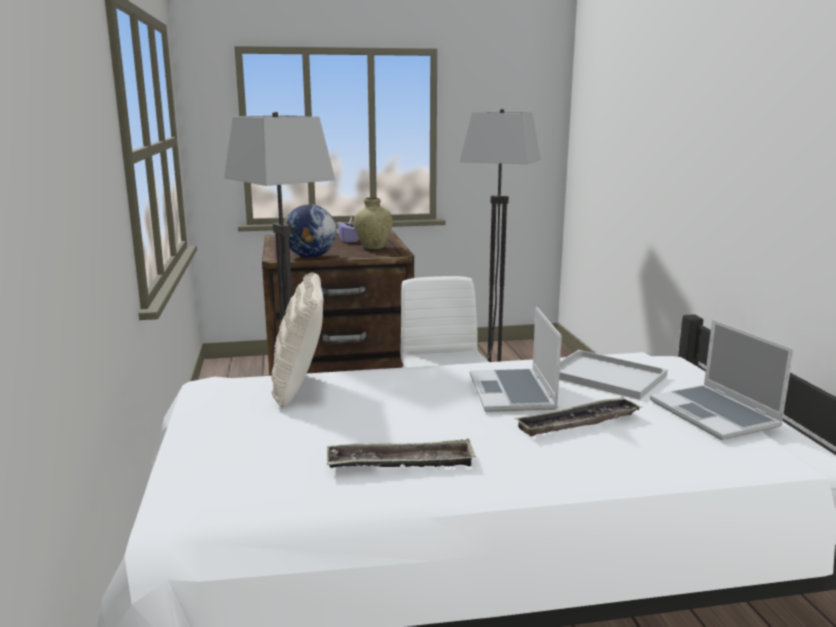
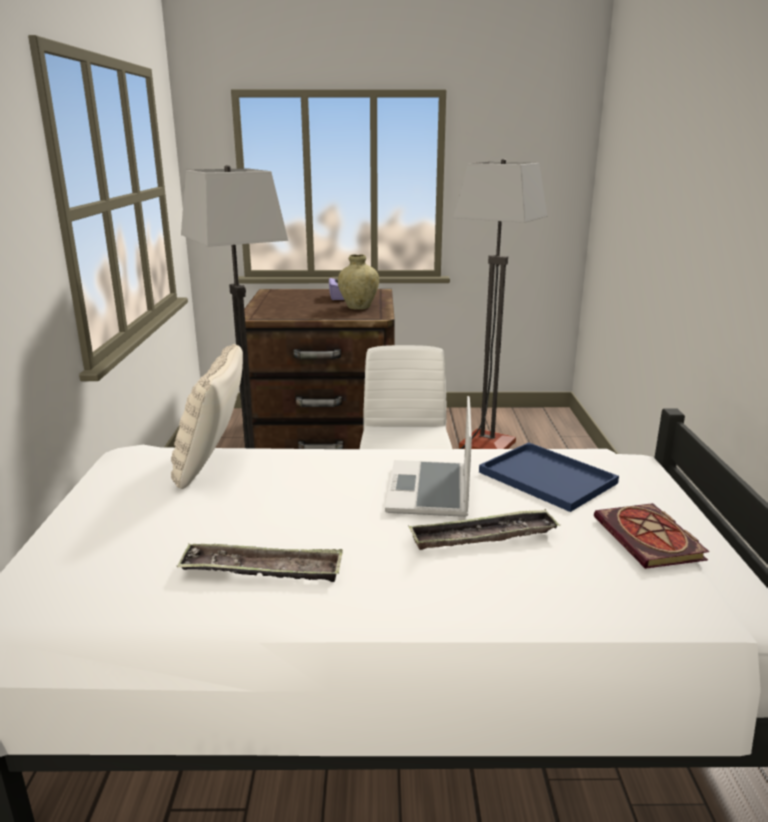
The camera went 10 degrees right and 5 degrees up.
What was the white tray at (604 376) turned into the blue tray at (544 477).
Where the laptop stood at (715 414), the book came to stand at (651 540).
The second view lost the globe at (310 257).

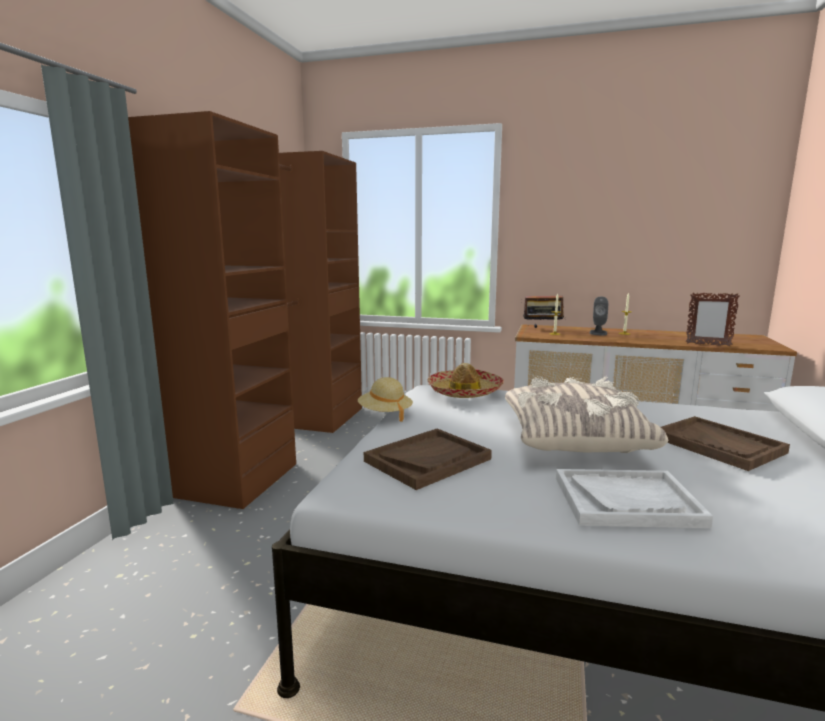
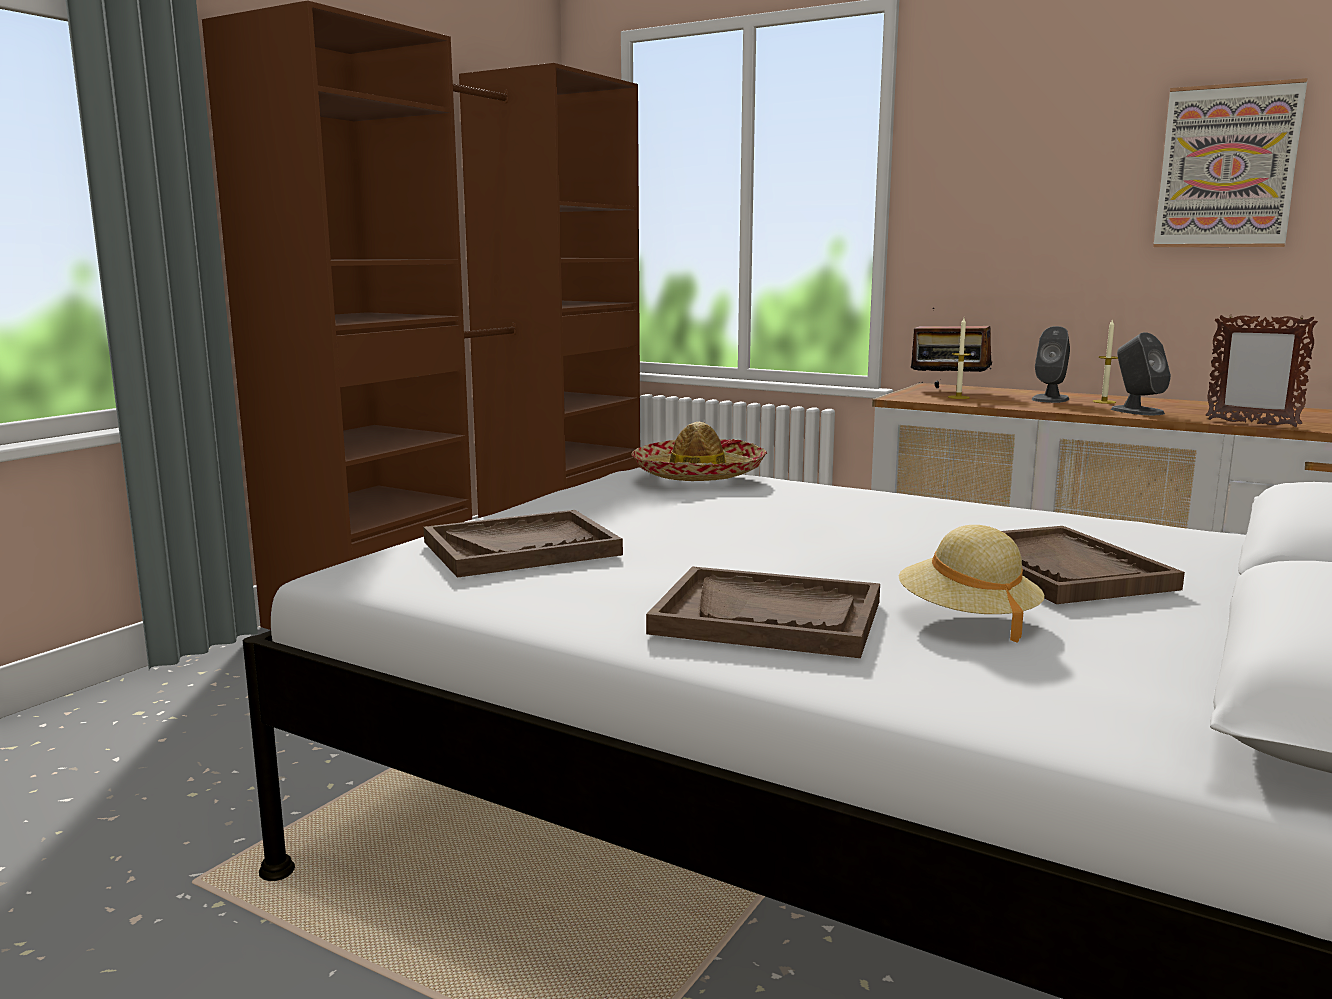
The camera went 15 degrees right and 0 degrees up.
What was the white tray at (626 501) turned into the brown tray at (768 617).
The beige hat ended up elsewhere, having gone from (385 414) to (967 619).
The second view gained the grey speaker at (1136 411).
The second view gained the picture at (1227 167).
The second view lost the beige pillow at (574 441).

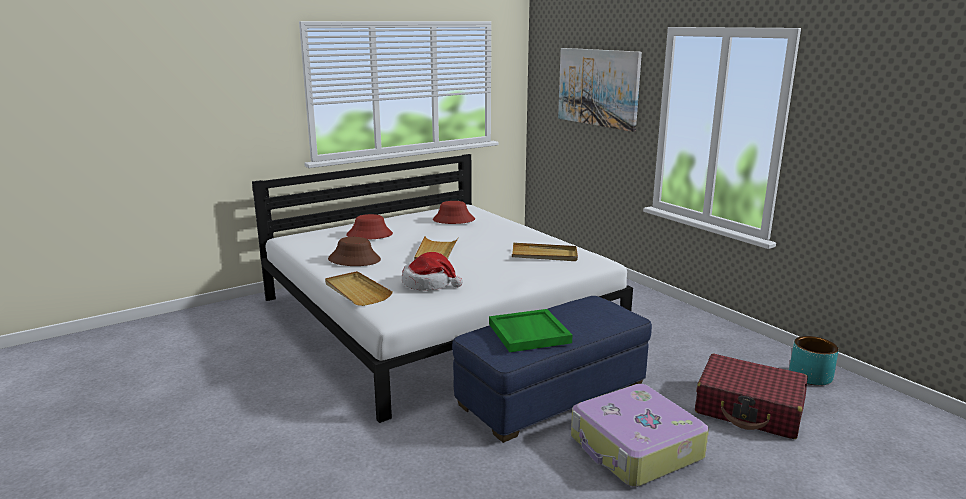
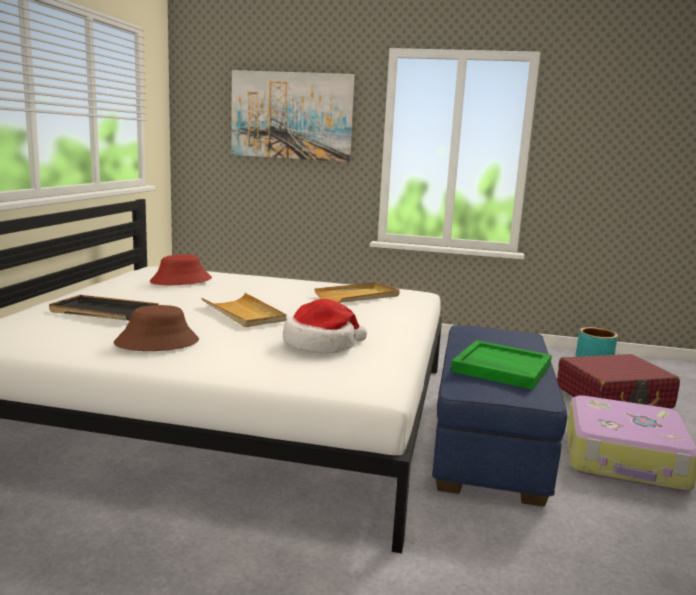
The camera went 45 degrees left and 5 degrees down.
Where the red hat stood at (369 235), the black tray came to stand at (103 312).
The second view lost the beige tray at (356 291).

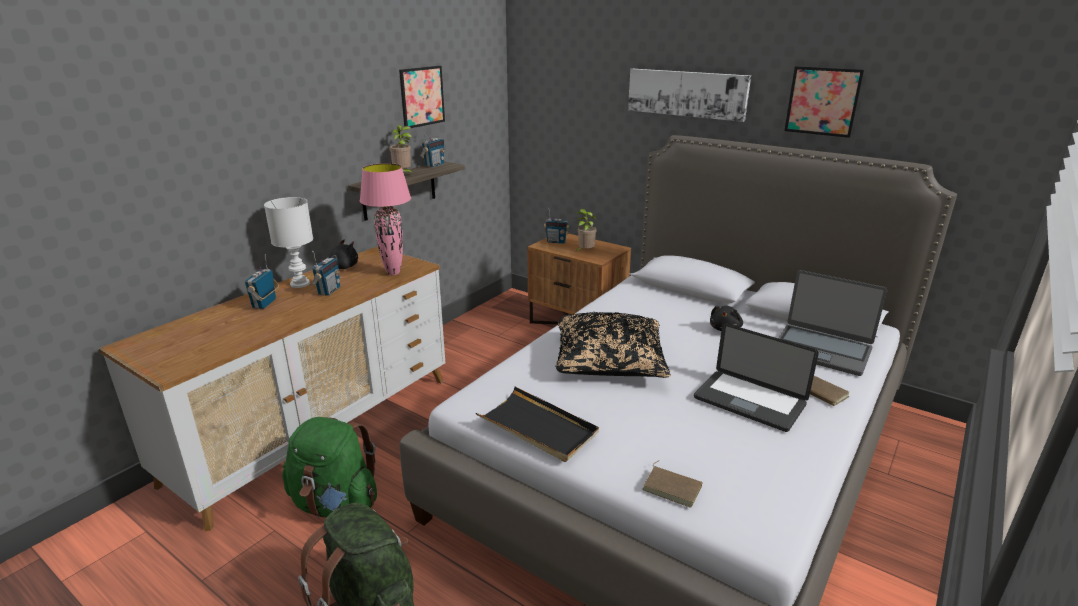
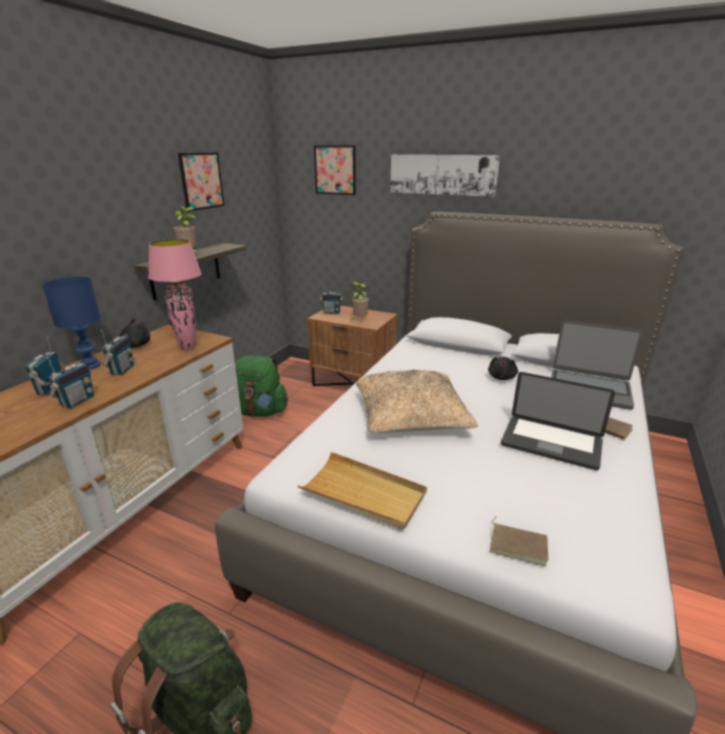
The camera went 10 degrees left and 0 degrees up.
What was the white table lamp at (301 284) turned into the blue table lamp at (91 365).
The radio ended up elsewhere, having gone from (434 165) to (77 401).
The green backpack ended up elsewhere, having gone from (336 504) to (259 411).
What was the black tray at (538 427) turned into the beige tray at (363 493).
The picture ended up elsewhere, having gone from (822 101) to (335 170).
What was the black pillow at (609 360) turned into the beige pillow at (411 415).

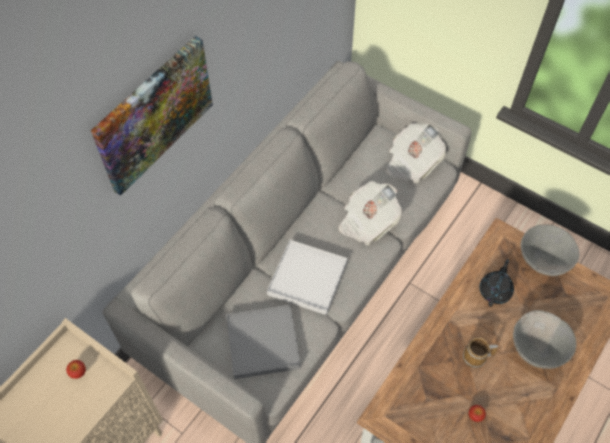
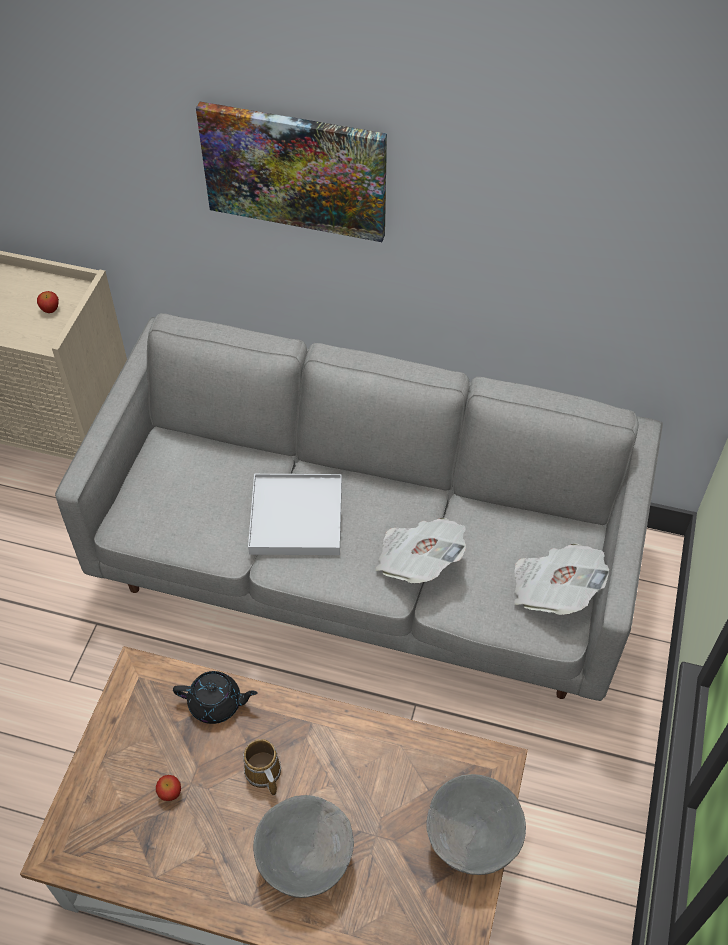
The camera went 70 degrees right and 5 degrees down.
The black teapot ended up elsewhere, having gone from (495 290) to (216 703).
The second view lost the grey tray at (263 343).

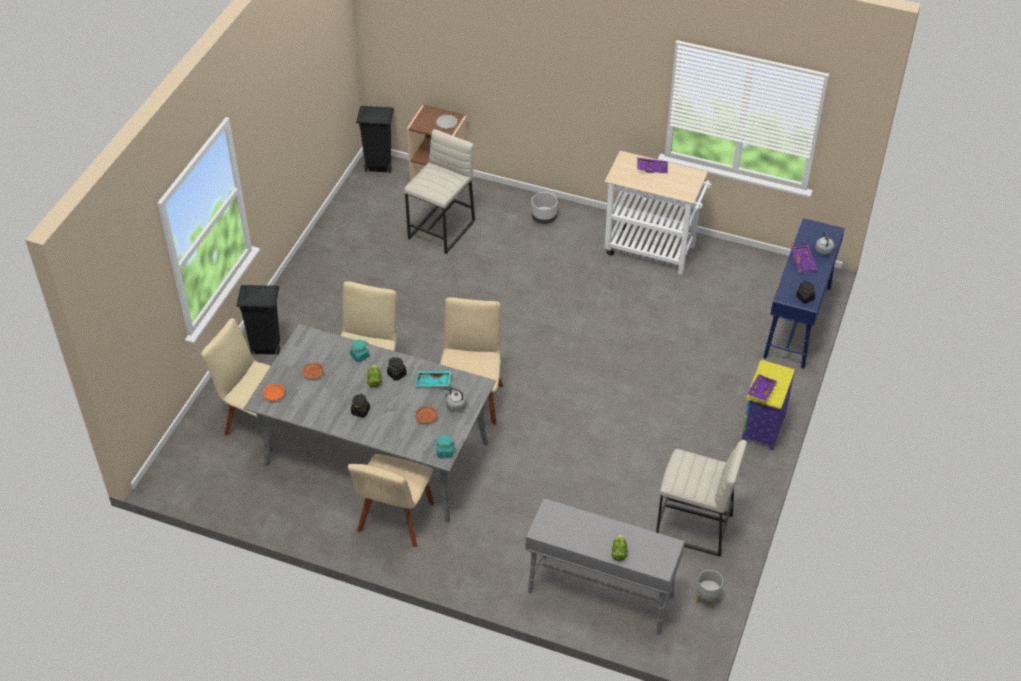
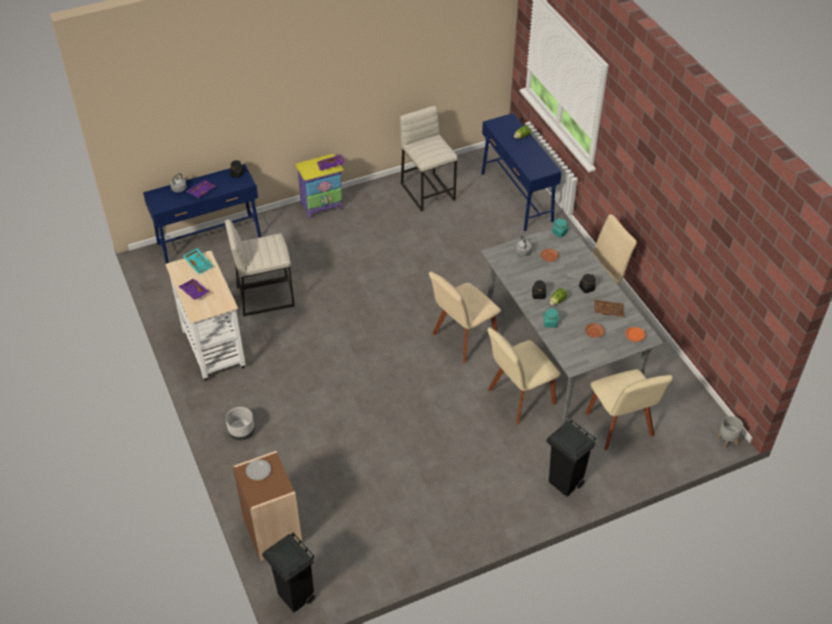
The camera went 135 degrees left and 0 degrees up.
The turquoise tray ended up elsewhere, having gone from (433 382) to (199 264).
The beige stool ended up elsewhere, having gone from (441 229) to (265 296).
What was the grey console table at (600 594) turned into the blue console table at (516 197).
The second view gained the brown tray at (608 310).
The grey planter ended up elsewhere, having gone from (707 599) to (727 440).

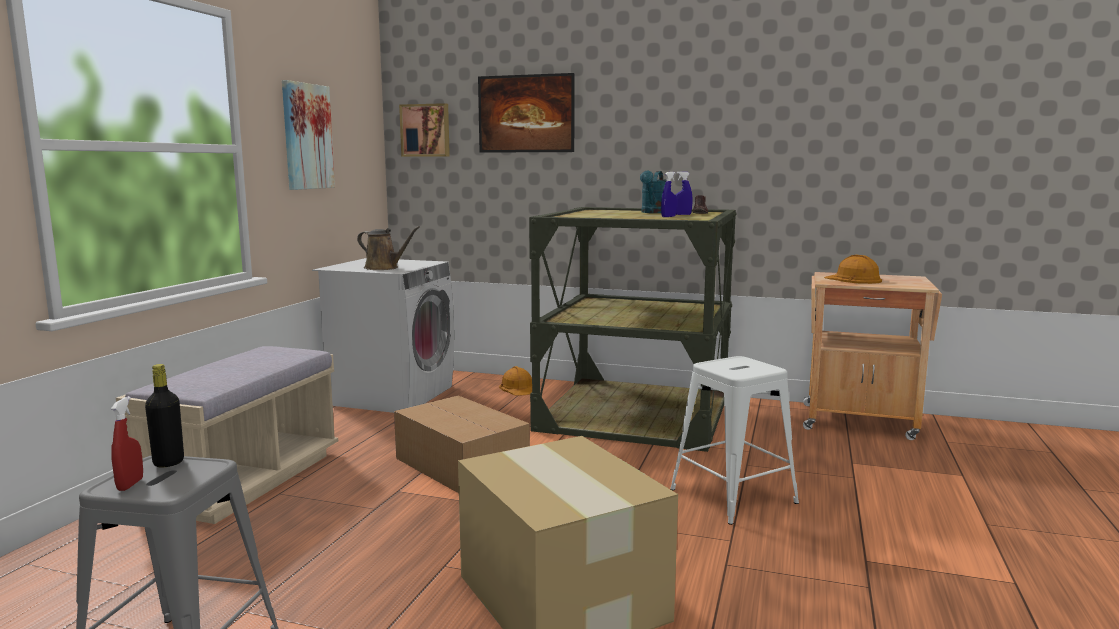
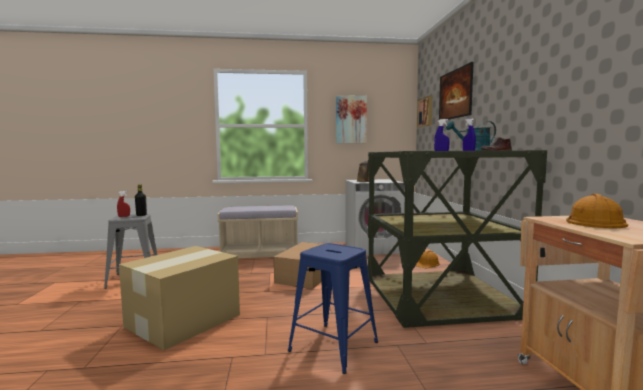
The camera went 65 degrees right and 5 degrees down.
What was the white stool at (733 496) turned into the blue stool at (334 346).

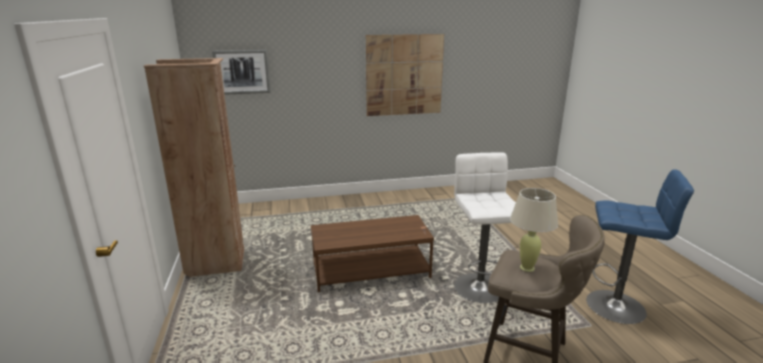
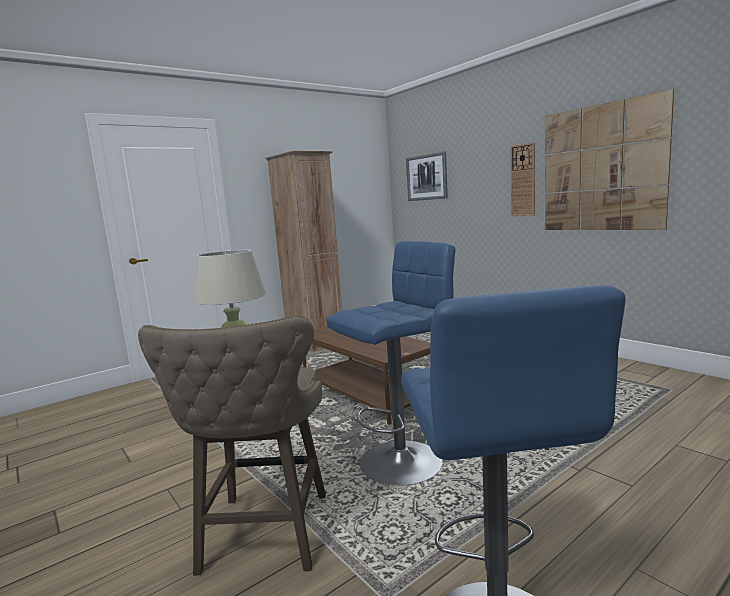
The camera went 65 degrees right and 10 degrees down.
What was the white stool at (480 287) turned into the blue stool at (402 462).
The second view gained the wall clock at (523 180).

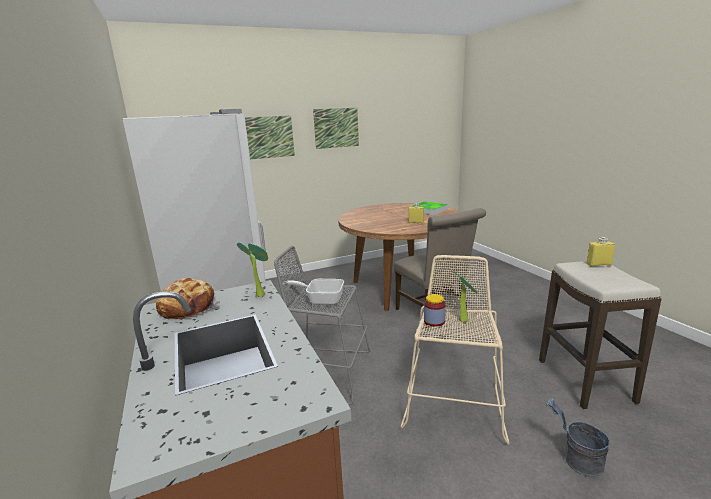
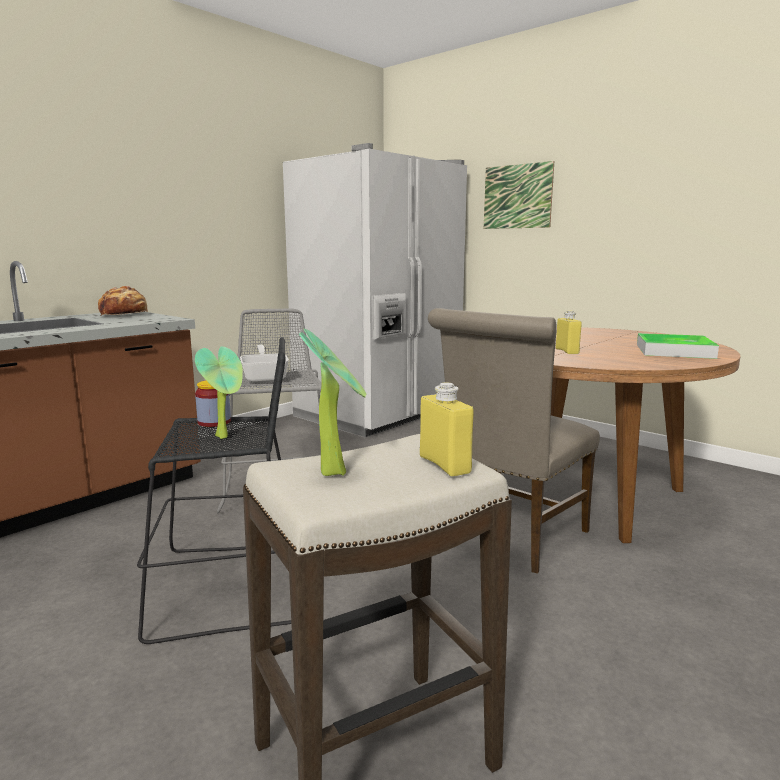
The camera went 65 degrees right and 5 degrees down.
What was the beige stool at (454 408) turned into the black stool at (226 587).
The potted plant ended up elsewhere, having gone from (260 294) to (336 471).
The second view lost the picture at (336 128).
The second view lost the grey bucket at (576 459).

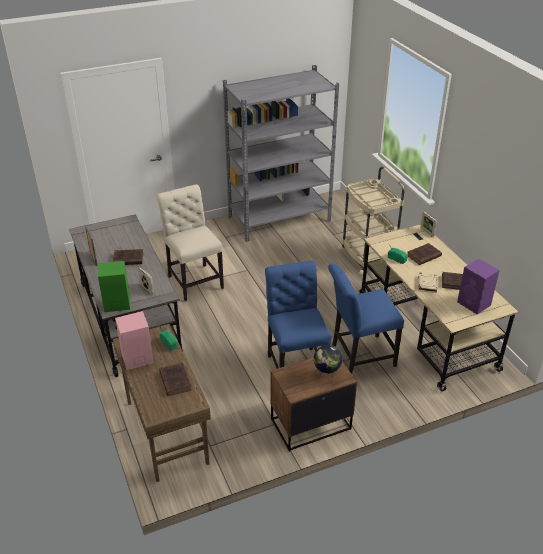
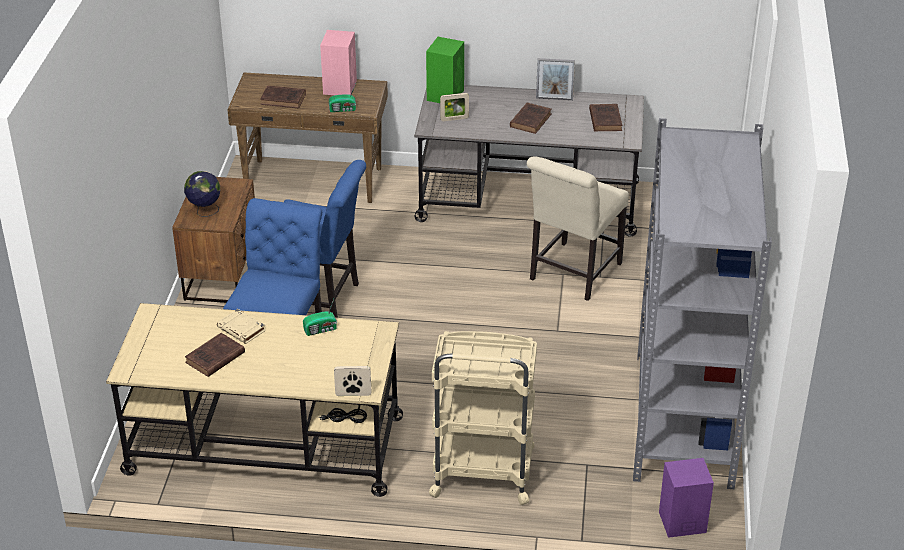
The camera went 120 degrees right and 0 degrees up.
The beige chair at (194 280) ended up facing another way, 120 degrees clockwise from before.
The brown book ended up elsewhere, having gone from (423 256) to (605 119).
The purple speaker ended up elsewhere, having gone from (474 304) to (681 522).

